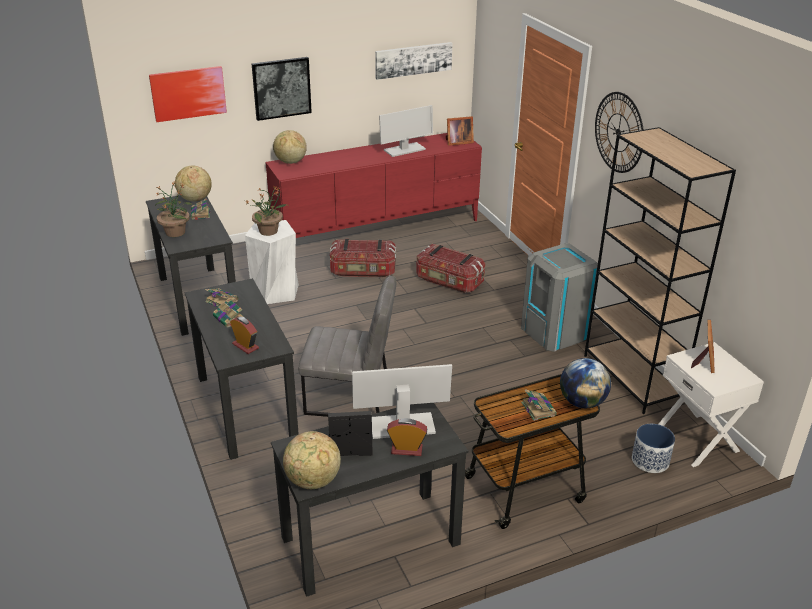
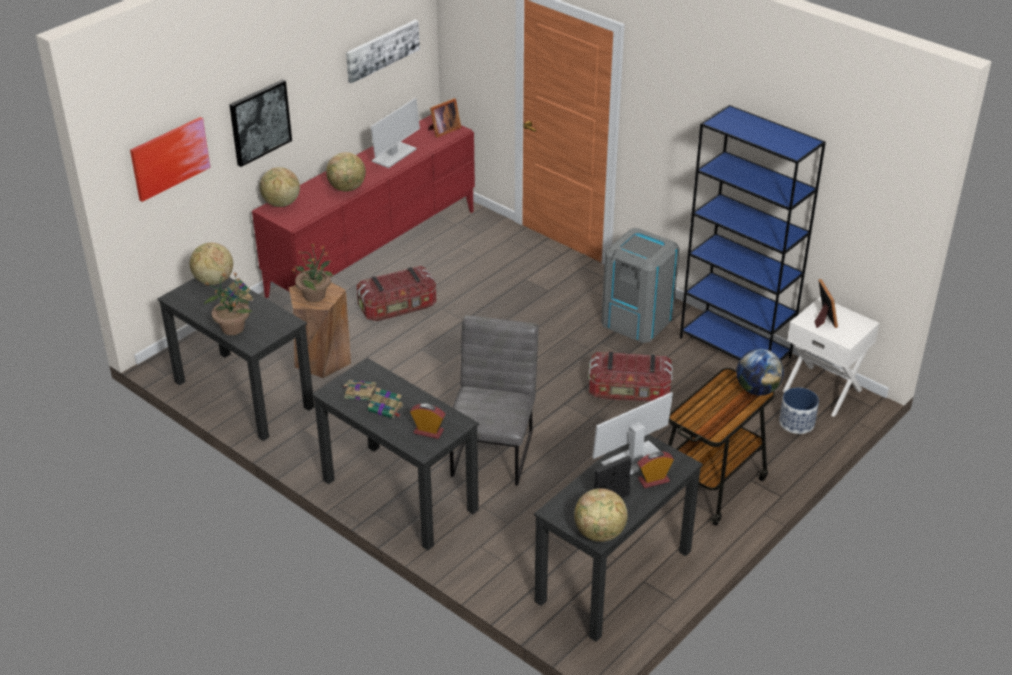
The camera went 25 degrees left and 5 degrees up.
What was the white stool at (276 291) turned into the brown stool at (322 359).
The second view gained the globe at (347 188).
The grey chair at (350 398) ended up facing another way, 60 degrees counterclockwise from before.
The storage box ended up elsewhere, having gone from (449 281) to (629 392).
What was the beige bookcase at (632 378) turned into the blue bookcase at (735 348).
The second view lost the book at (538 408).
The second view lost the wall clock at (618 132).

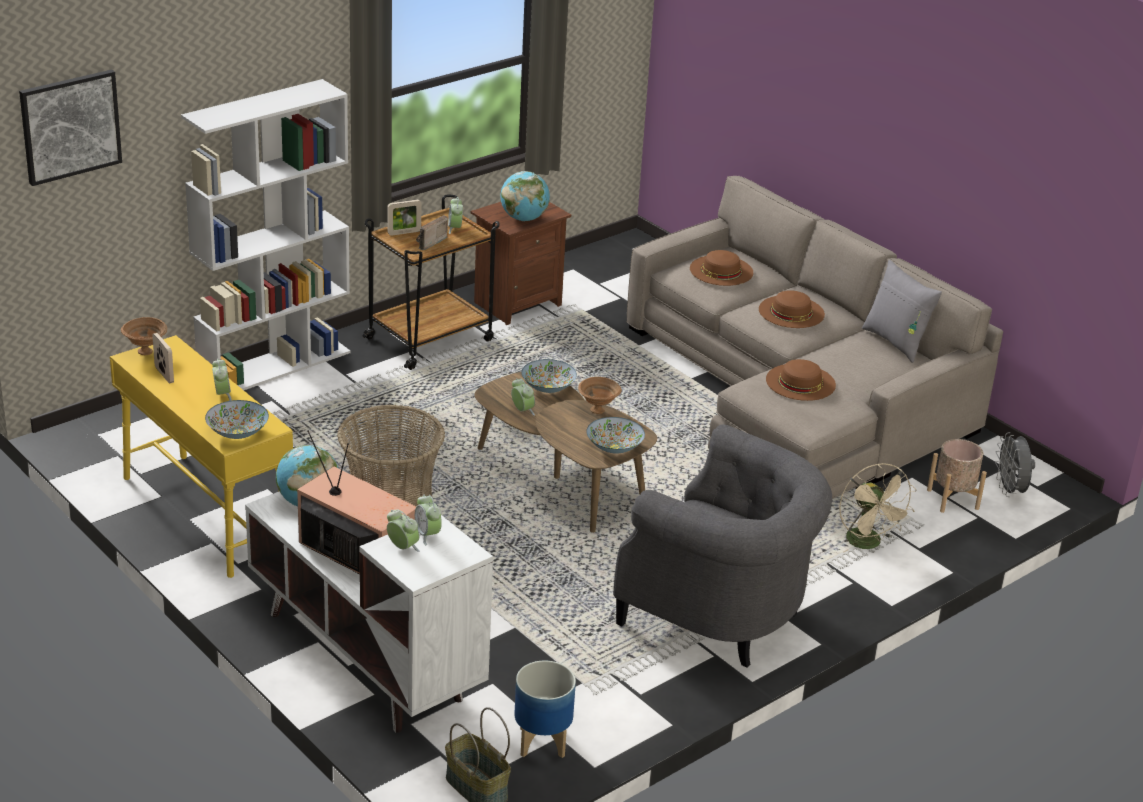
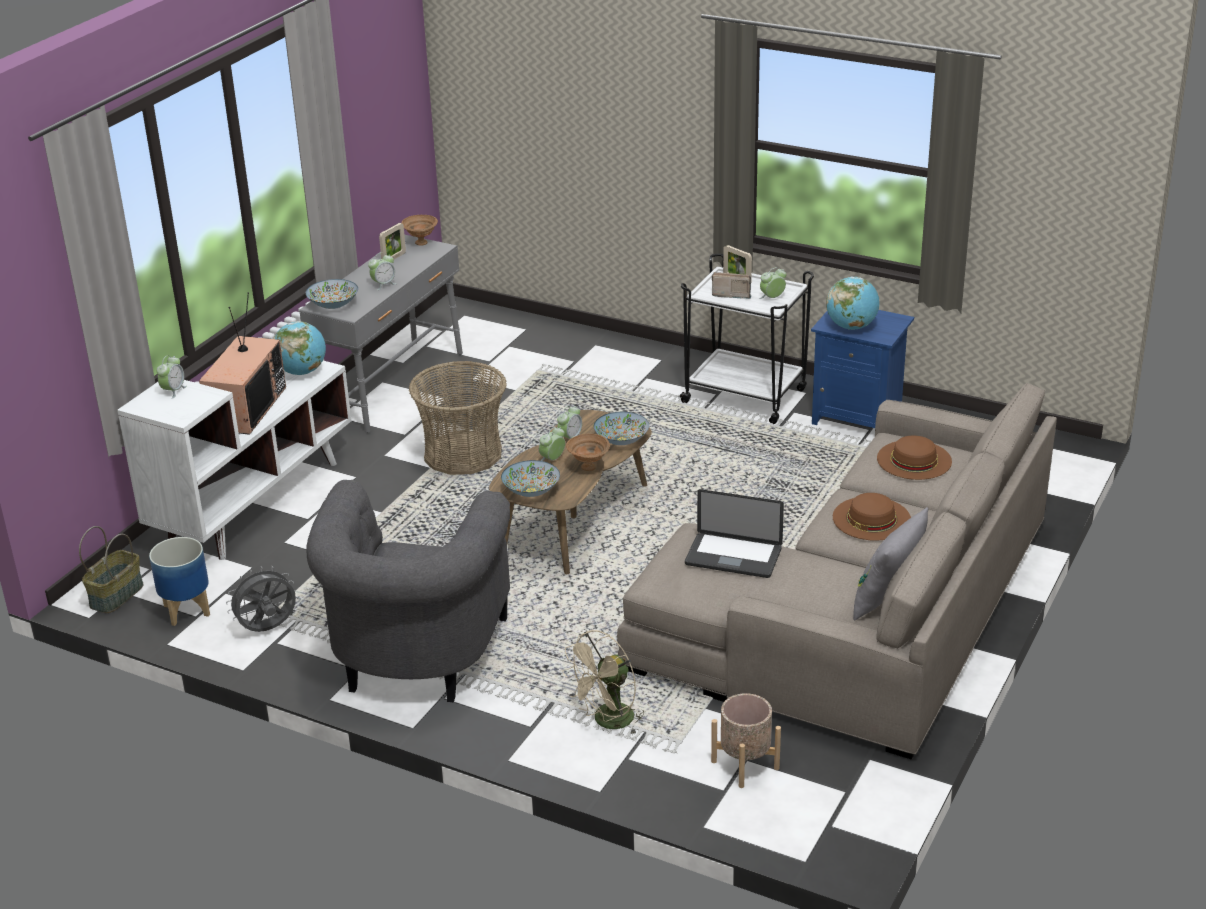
The camera went 70 degrees right and 0 degrees up.
The grey fan ended up elsewhere, having gone from (1010 491) to (267 629).
What was the yellow console table at (207 514) turned into the grey console table at (393 386).
The alarm clock ended up elsewhere, having gone from (427 535) to (552 459).
What was the brown cart at (430 339) turned into the white cart at (745 396).
Where the brown hat stood at (800 382), the laptop came to stand at (733 557).
What was the brown nightstand at (516 303) turned into the blue nightstand at (858 418).
The second view lost the picture at (70 126).
The second view lost the white bookcase at (275 365).

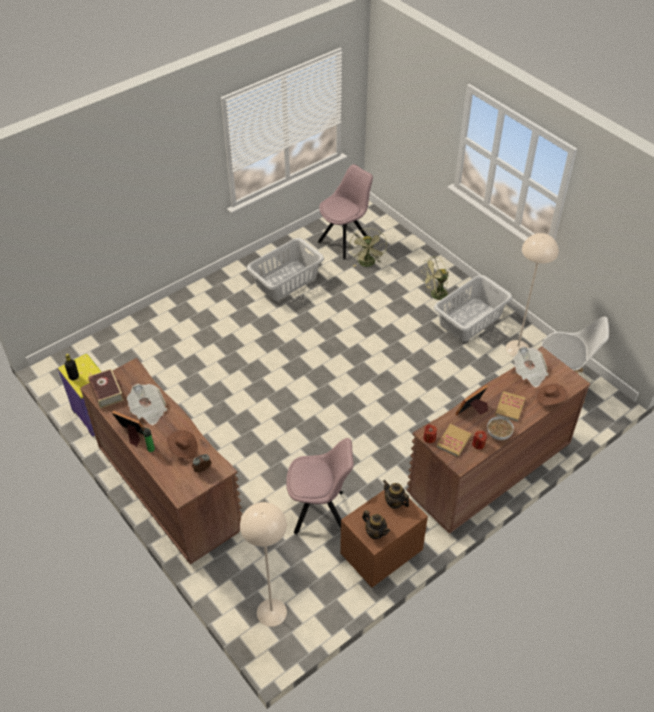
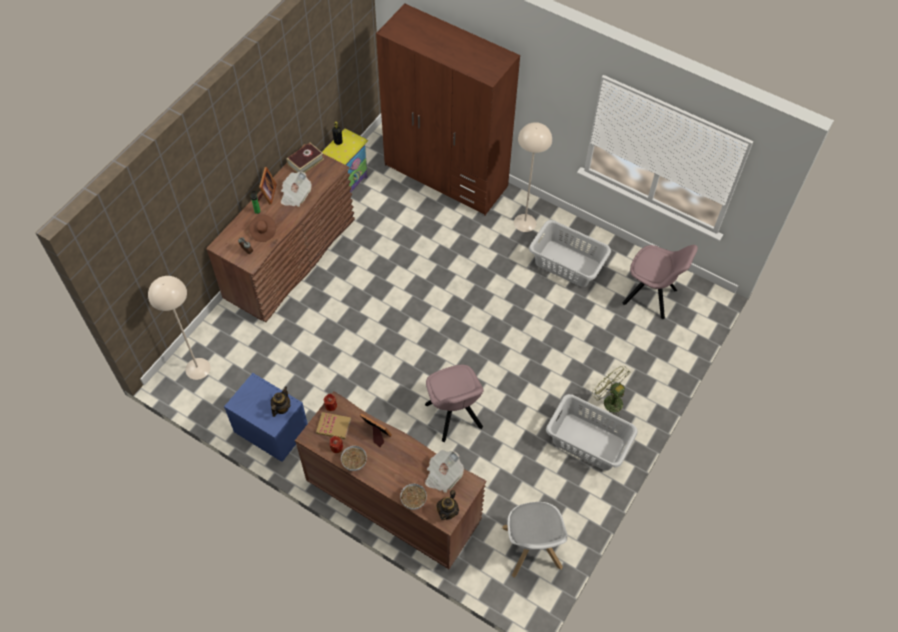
The camera went 70 degrees right and 10 degrees up.
What was the brown nightstand at (379 555) turned into the blue nightstand at (272 431).
The second view gained the brown wardrobe at (446 176).
Where the brown hat stood at (549 399), the bowl came to stand at (414 500).
The pink chair ended up elsewhere, having gone from (319 512) to (454 416).
The teapot ended up elsewhere, having gone from (375 532) to (448 512).
The beige floor lamp ended up elsewhere, having gone from (517 349) to (524 223).
The second view lost the green fan at (367 264).
The second view lost the book at (510 407).

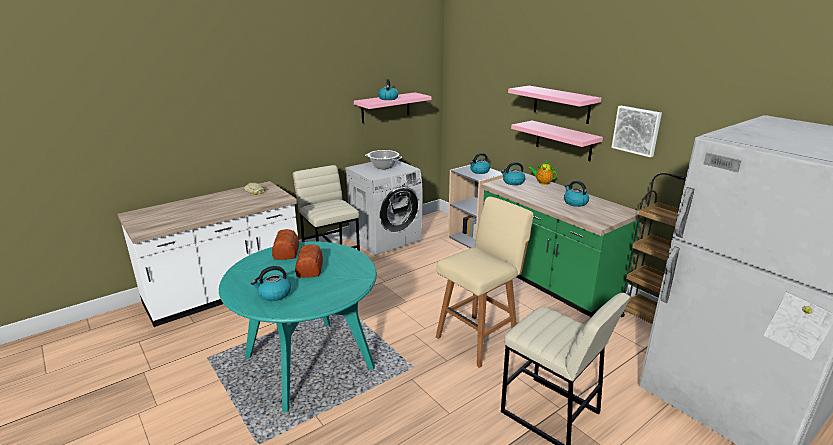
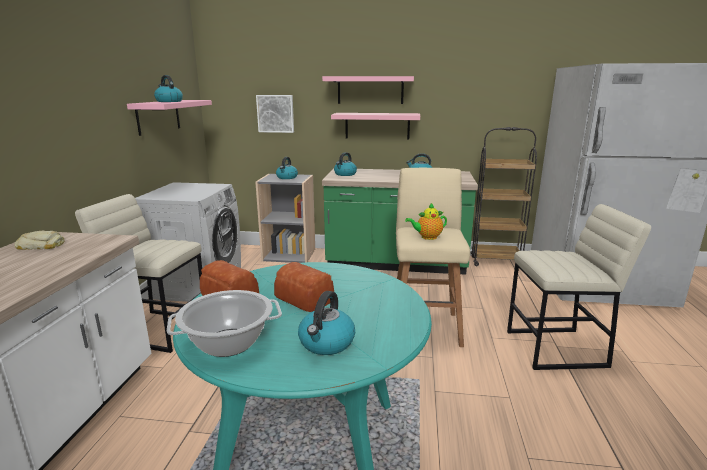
The camera went 45 degrees left and 5 degrees down.
The cooking pot ended up elsewhere, having gone from (383 166) to (229 342).
The picture ended up elsewhere, having gone from (637 130) to (275 113).
The teapot ended up elsewhere, having gone from (542 183) to (427 237).

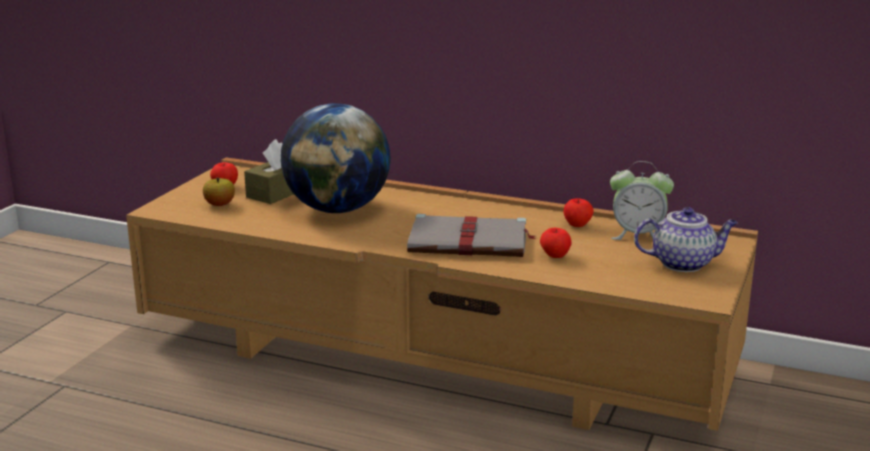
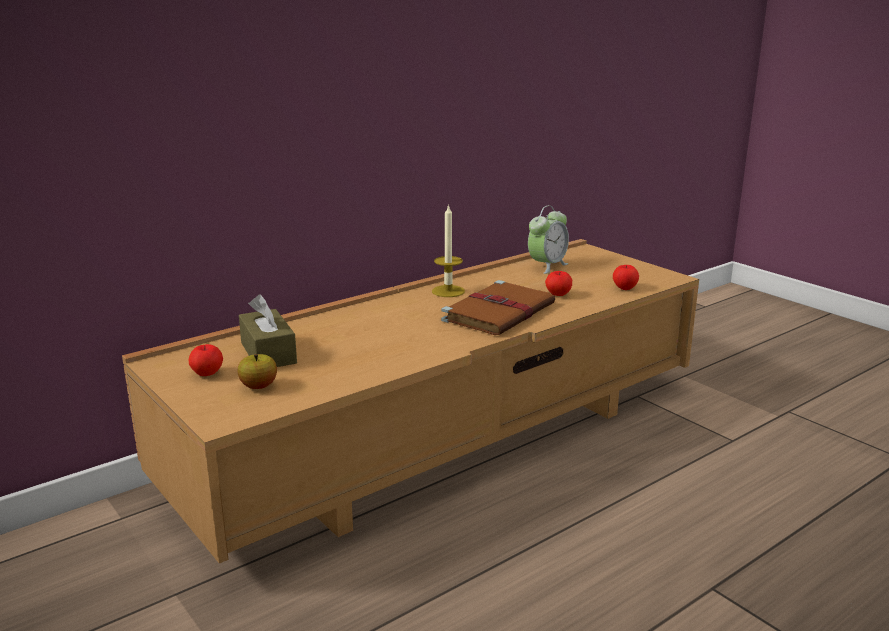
The camera went 60 degrees left and 0 degrees up.
The second view gained the candle at (448 291).
What was the grey book at (470 242) turned into the brown book at (500 312).
The apple ended up elsewhere, having gone from (577 225) to (625 288).
The second view lost the globe at (338 209).
The second view lost the teapot at (683 263).

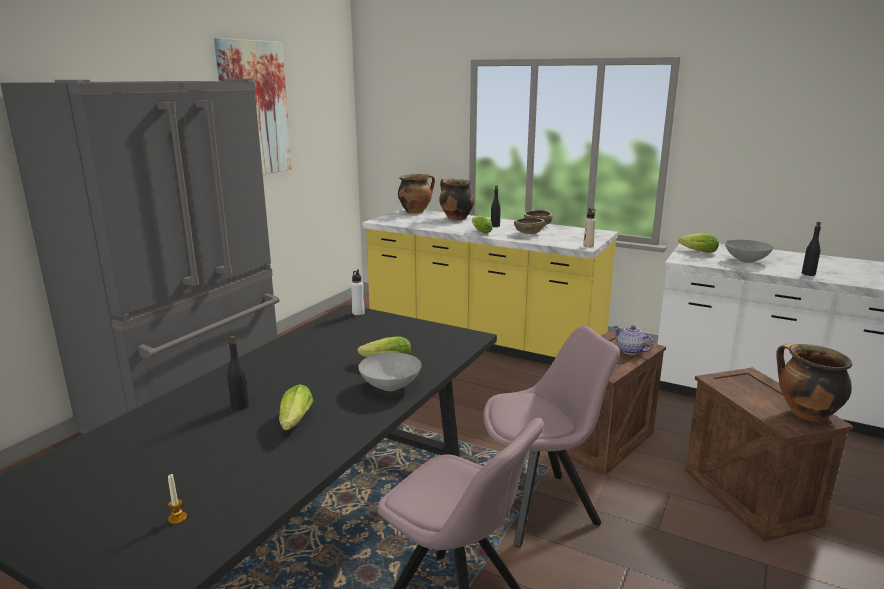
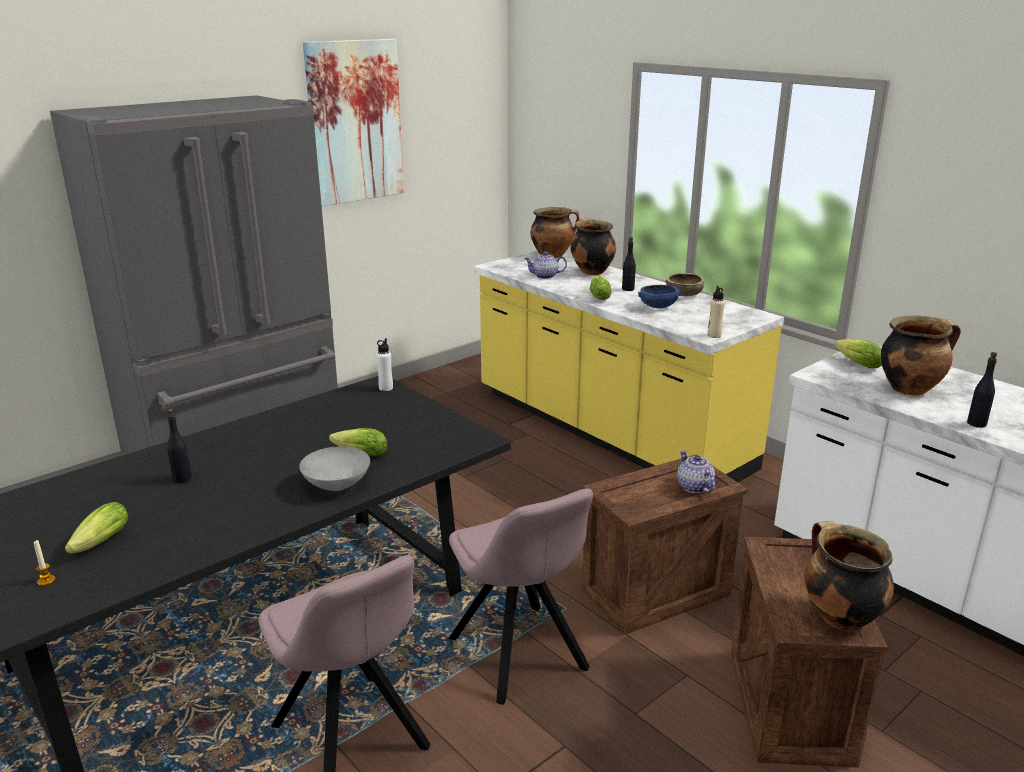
The camera went 20 degrees right and 5 degrees up.
The lettuce ended up elsewhere, having gone from (294 423) to (98 545).
The pink chair at (540 508) ended up facing another way, 60 degrees clockwise from before.
The second view gained the teapot at (545 276).
What was the brown bowl at (529 233) turned into the blue bowl at (658 306).
Where the grey bowl stood at (746 260), the cooking pot came to stand at (910 388).

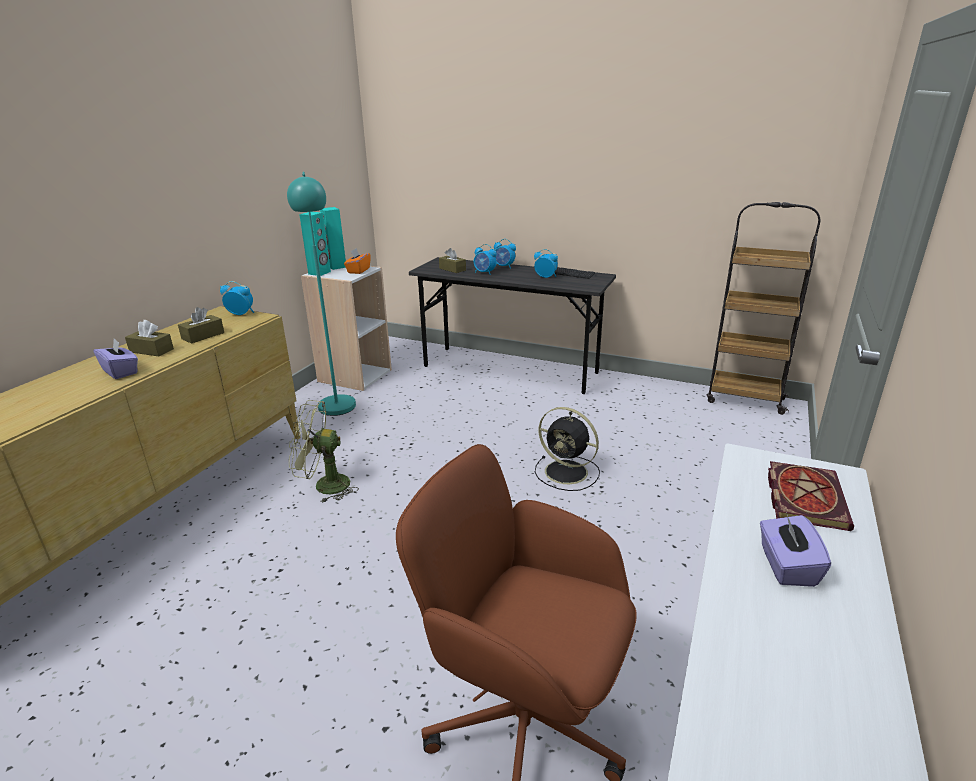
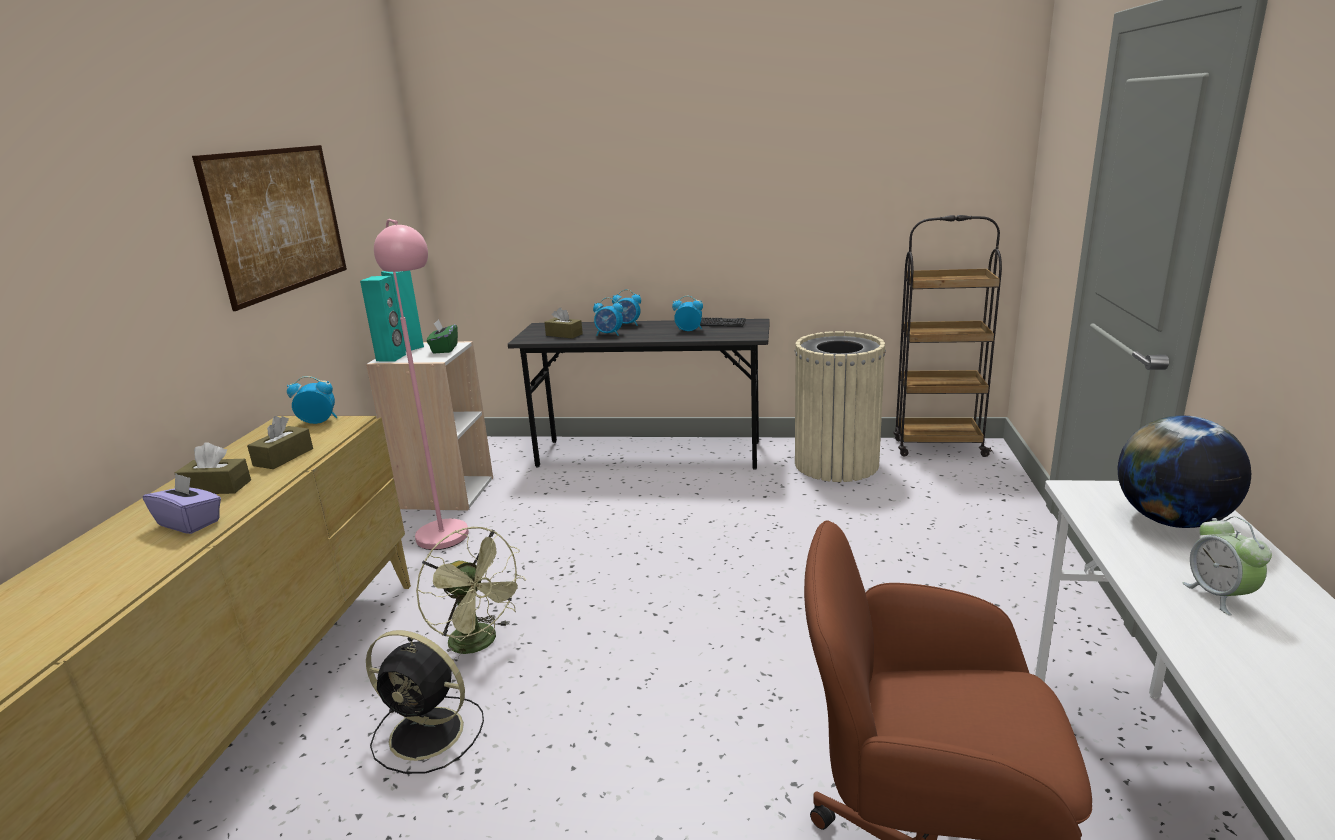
The camera went 15 degrees left and 5 degrees down.
The second view gained the picture at (279 221).
The black fan ended up elsewhere, having gone from (568 472) to (429 734).
What was the turquoise floor lamp at (338 412) turned into the pink floor lamp at (447 543).
The green fan at (324 486) ended up facing another way, 120 degrees counterclockwise from before.
What was the orange tissue box at (358 271) turned into the green tissue box at (444 349).
The second view gained the beige trash can at (836 464).
Where the book stood at (803 496), the globe came to stand at (1171 521).
Where the purple tissue box stood at (786 566), the alarm clock came to stand at (1219 596).

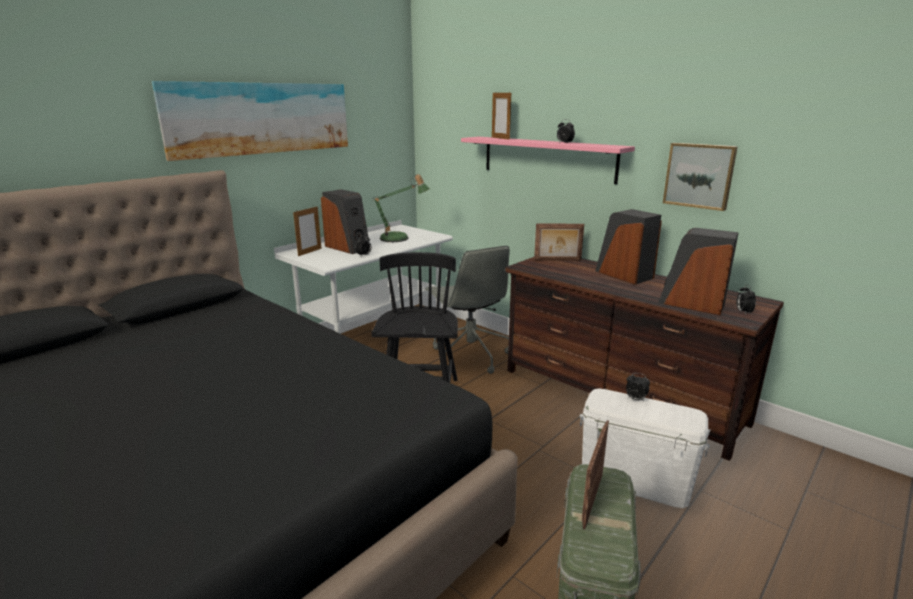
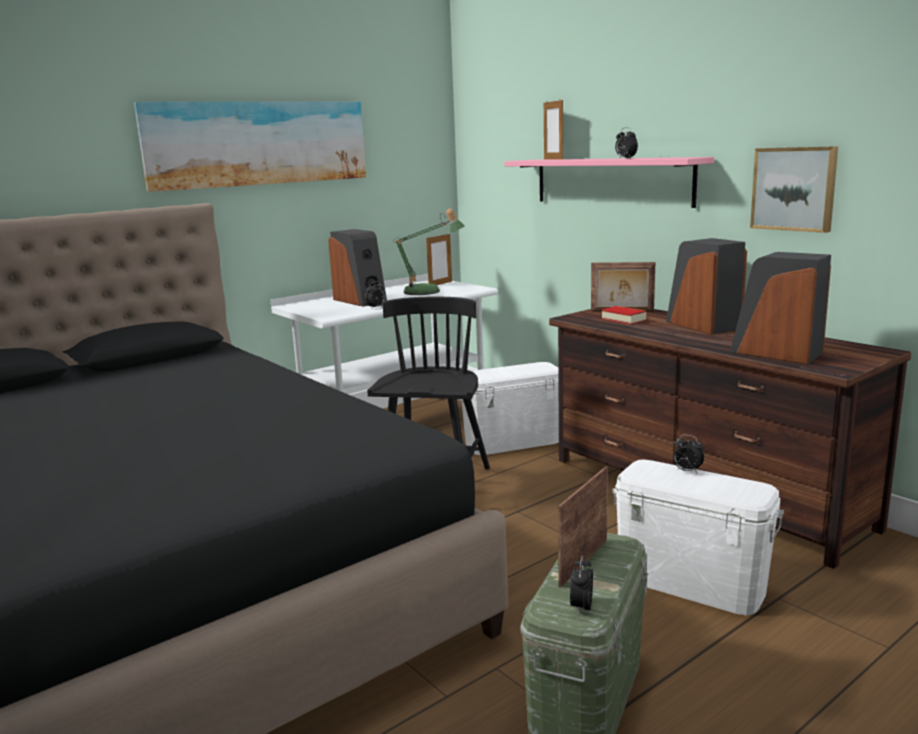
The camera went 10 degrees right and 5 degrees down.
The picture frame ended up elsewhere, having gone from (310 252) to (440 284).
Where the grey office chair stood at (468 355), the white storage box came to stand at (512 442).
The alarm clock ended up elsewhere, having gone from (743 312) to (581 607).
The second view gained the book at (624 319).

